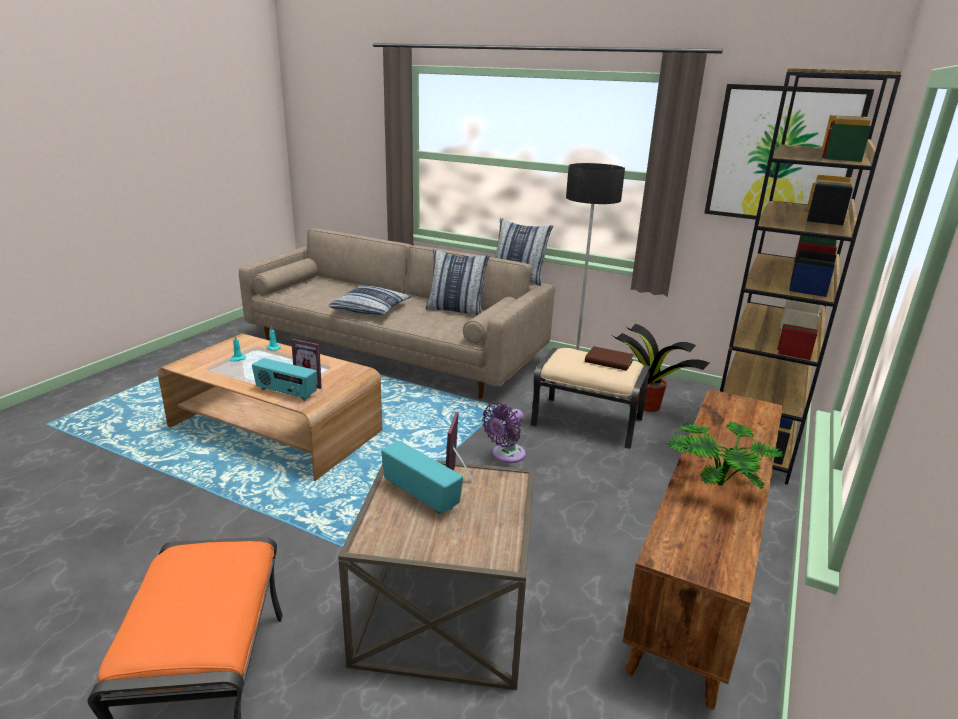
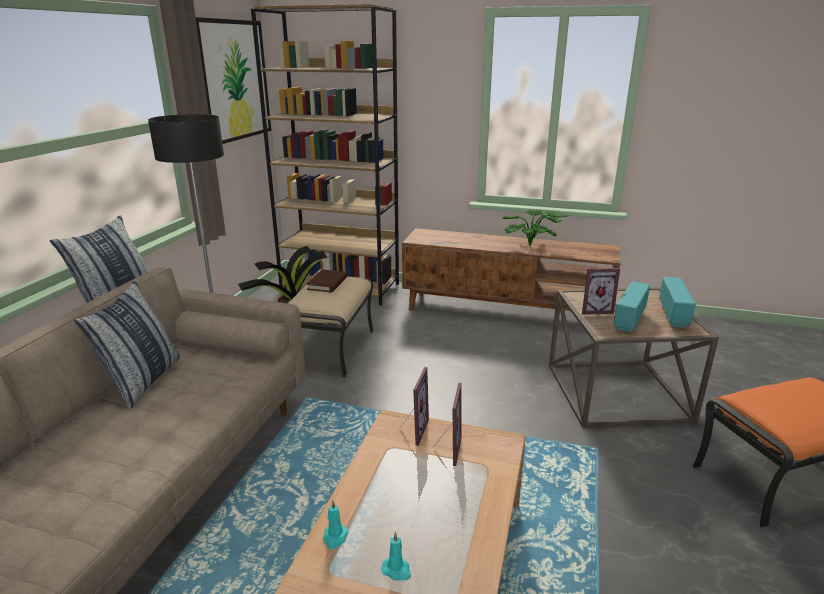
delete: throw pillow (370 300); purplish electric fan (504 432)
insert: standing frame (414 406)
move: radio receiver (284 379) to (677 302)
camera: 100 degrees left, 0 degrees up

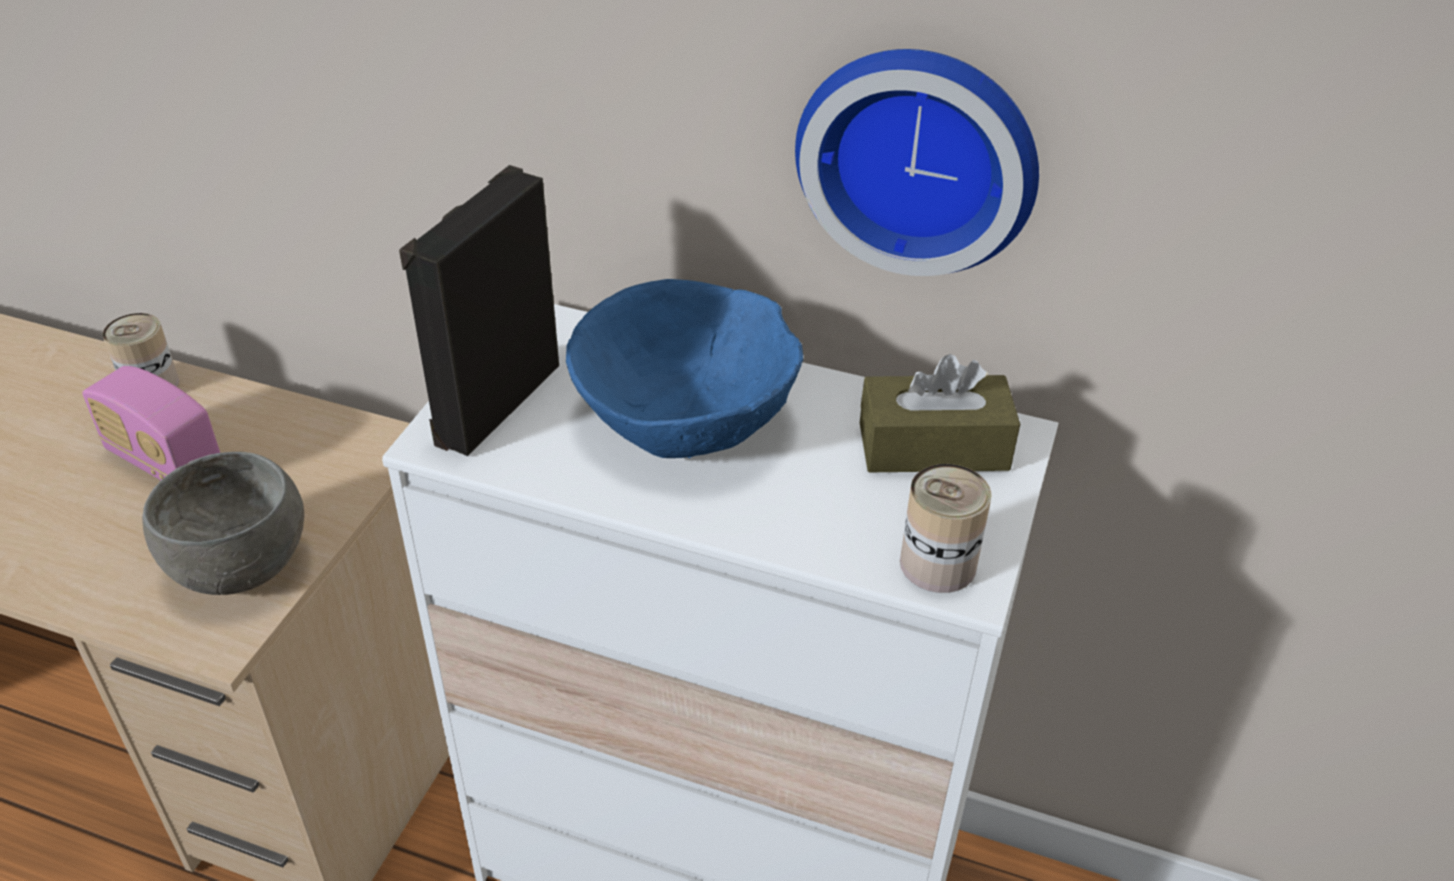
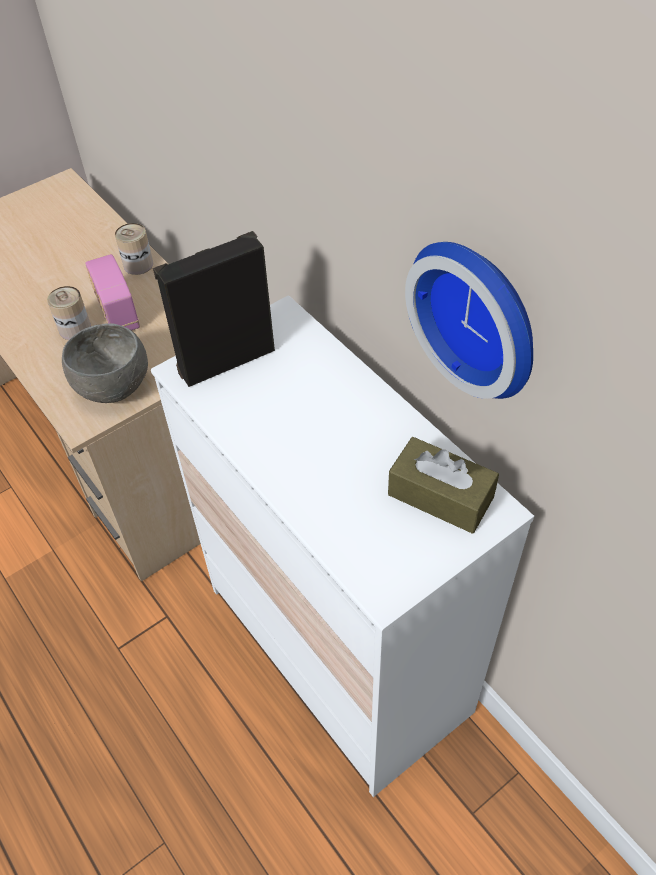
delete: blue deep dish (684 368)
move: can (946 528) to (69 313)
camera: 35 degrees right, 10 degrees up

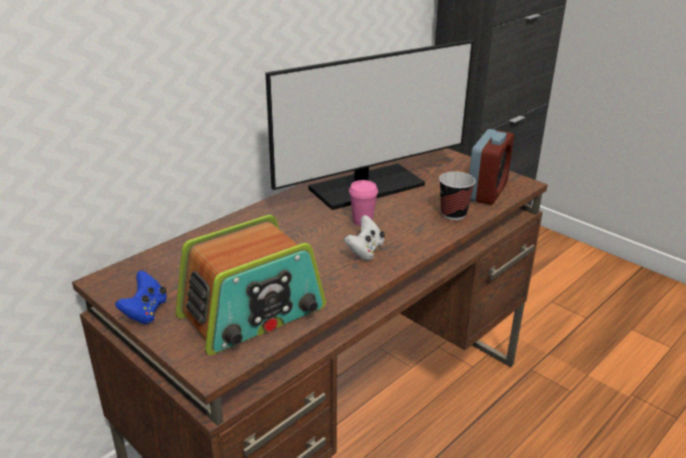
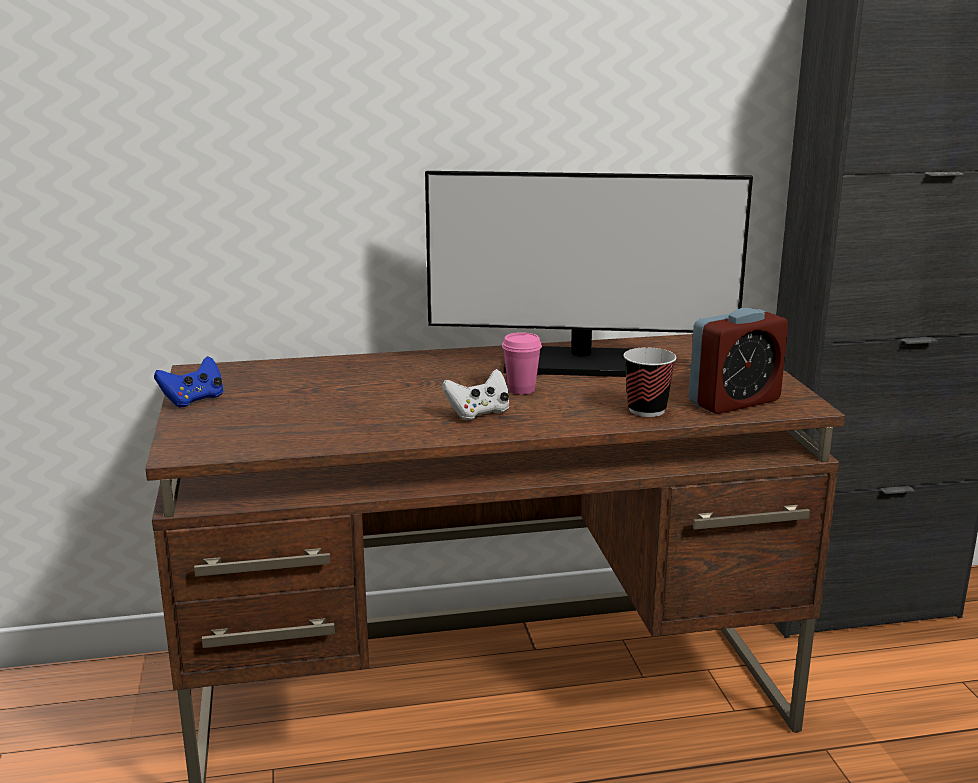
delete: radio receiver (250 285)
camera: 35 degrees right, 10 degrees down

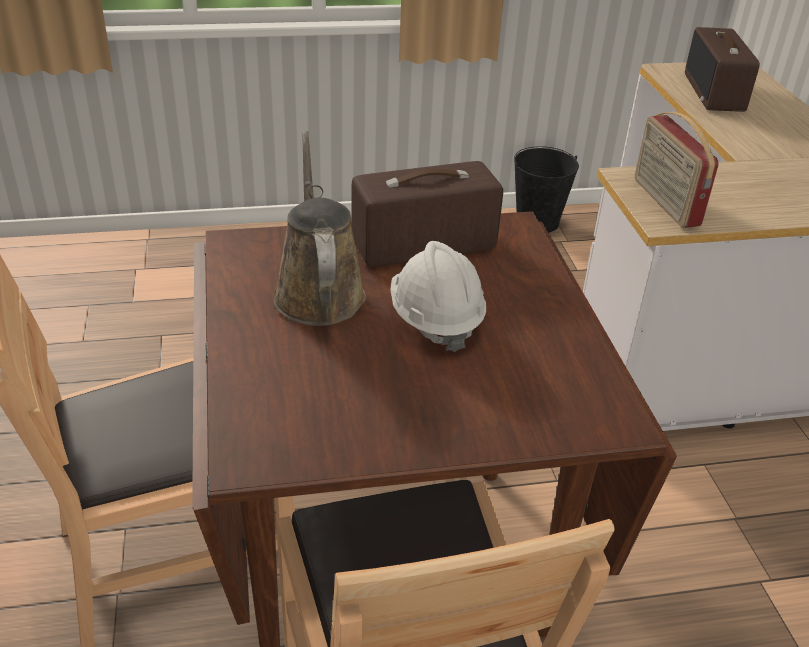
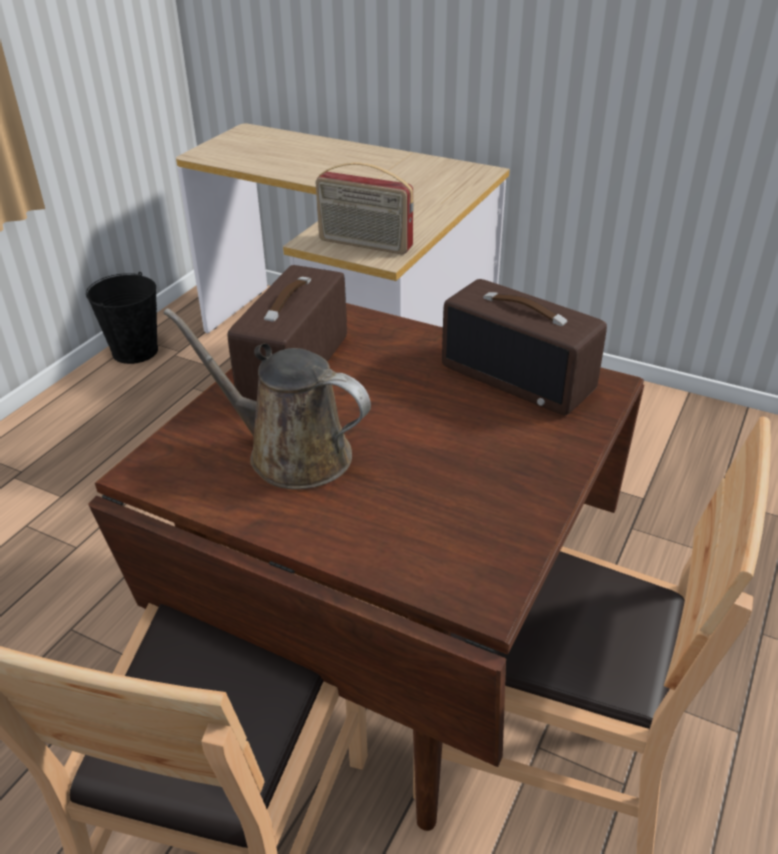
delete: whitish work helmet (438 296)
move: radio receiver (722 69) to (524 347)
camera: 50 degrees left, 0 degrees up

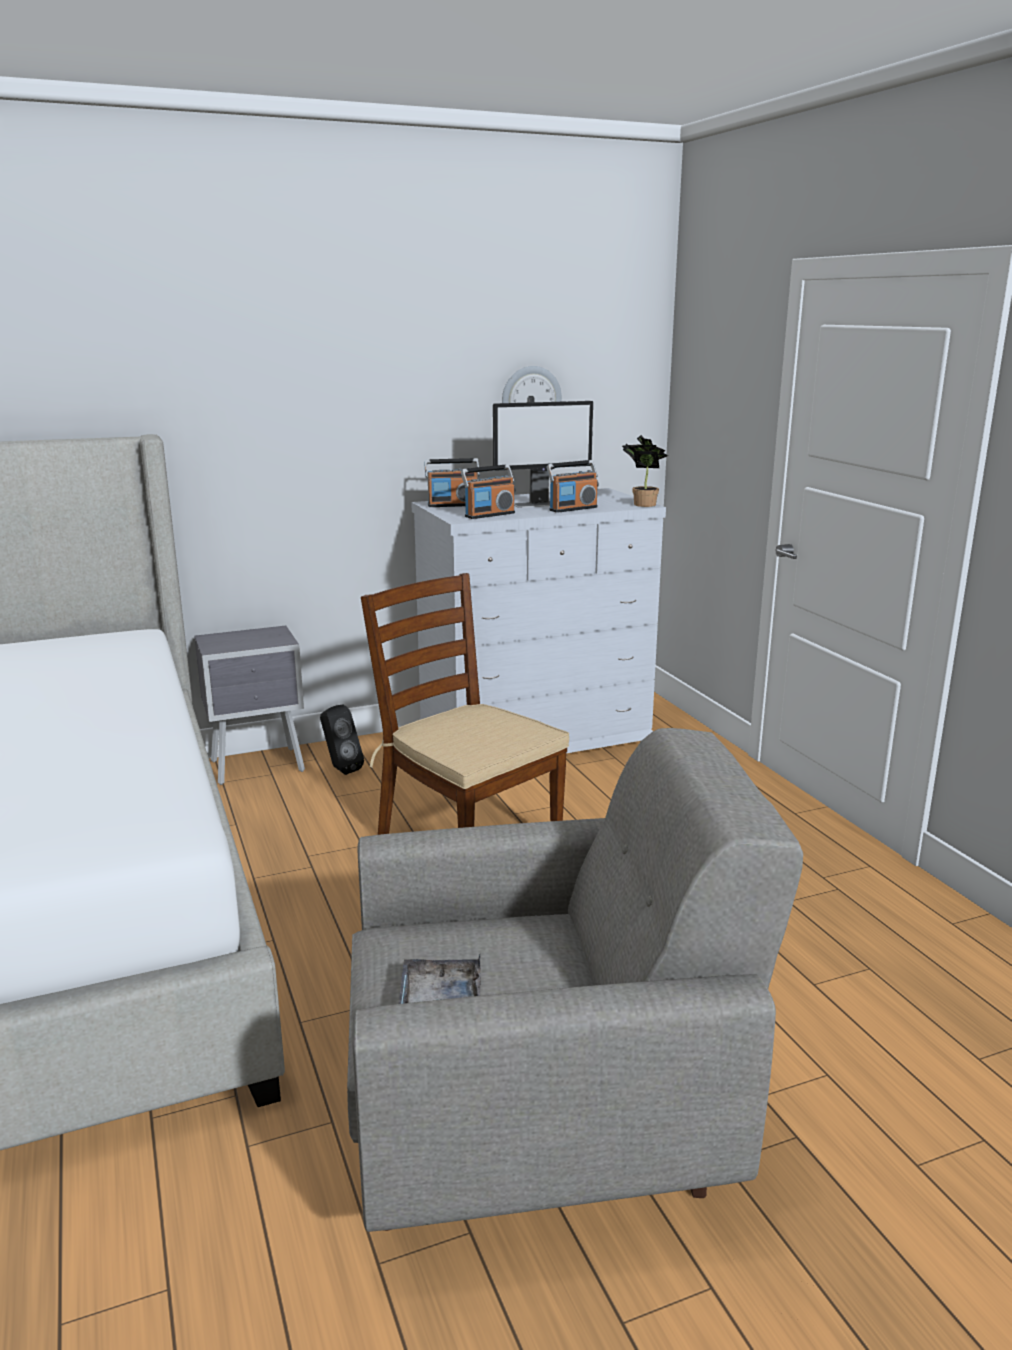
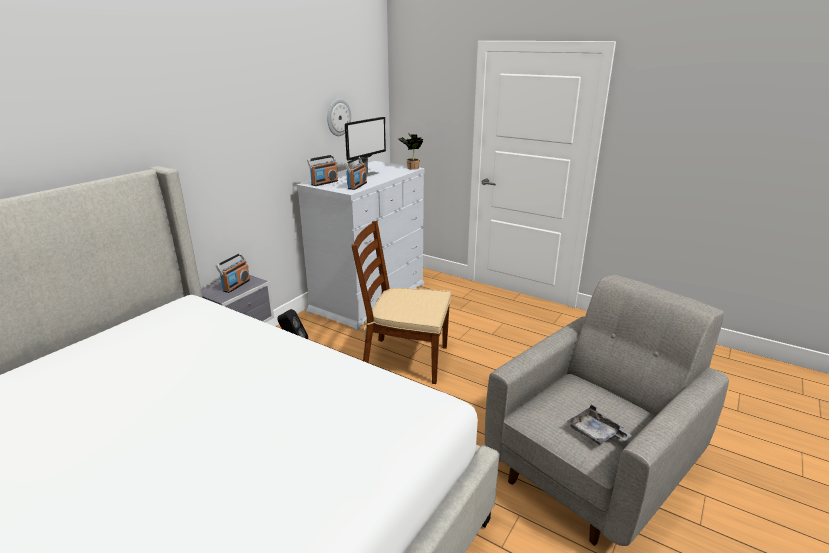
move: radio receiver (572 486) to (233 273)
camera: 35 degrees left, 5 degrees up

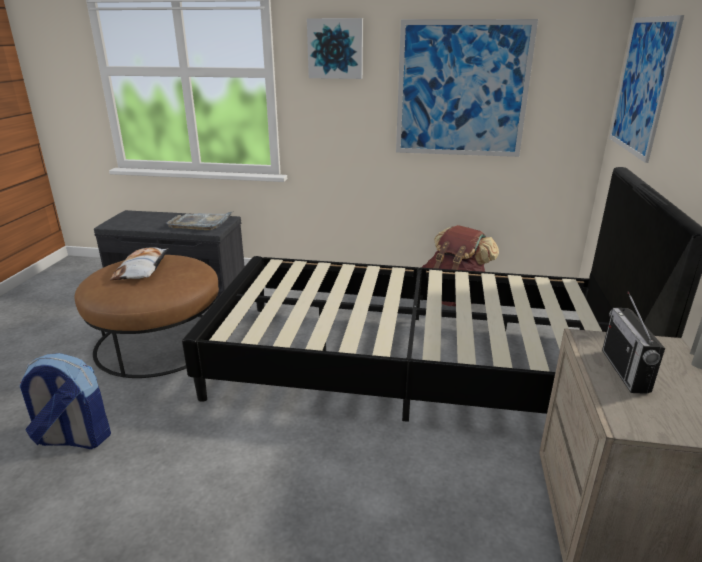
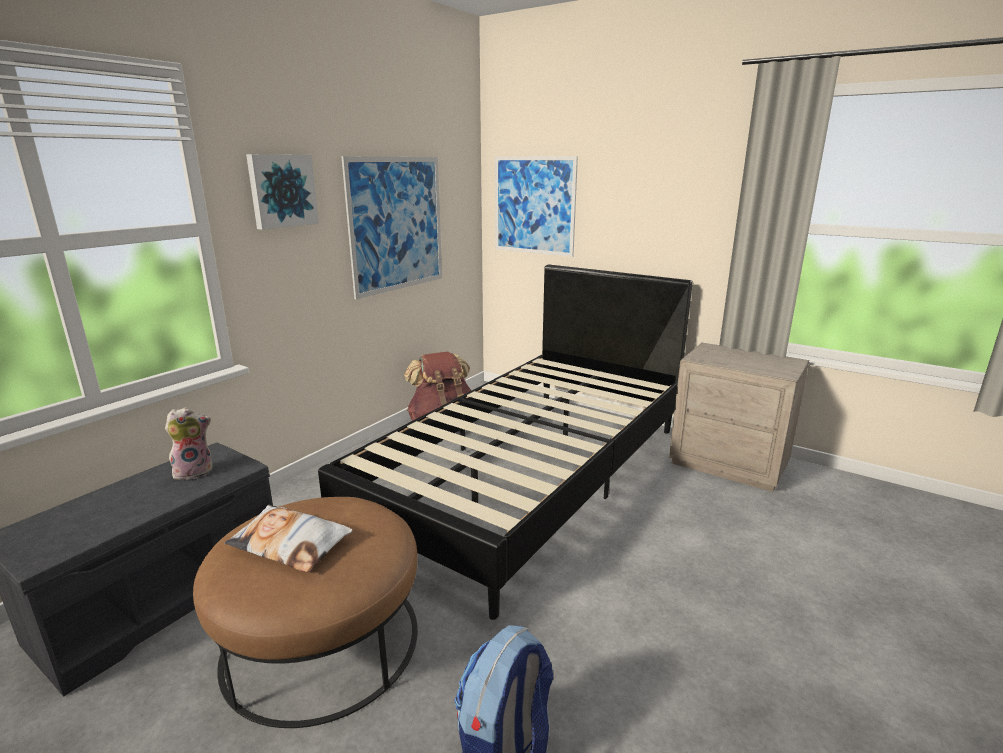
delete: radio receiver (633 343)
replace: gray serving tray (200 220) to soft toy (188 443)
camera: 65 degrees left, 5 degrees down

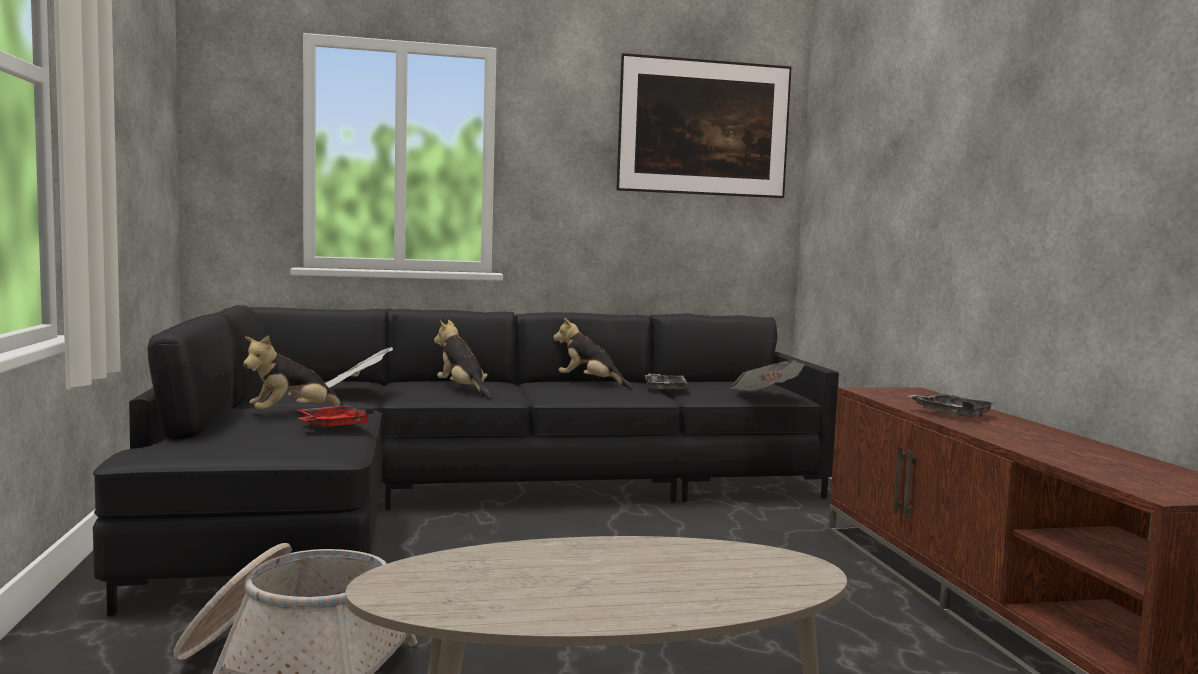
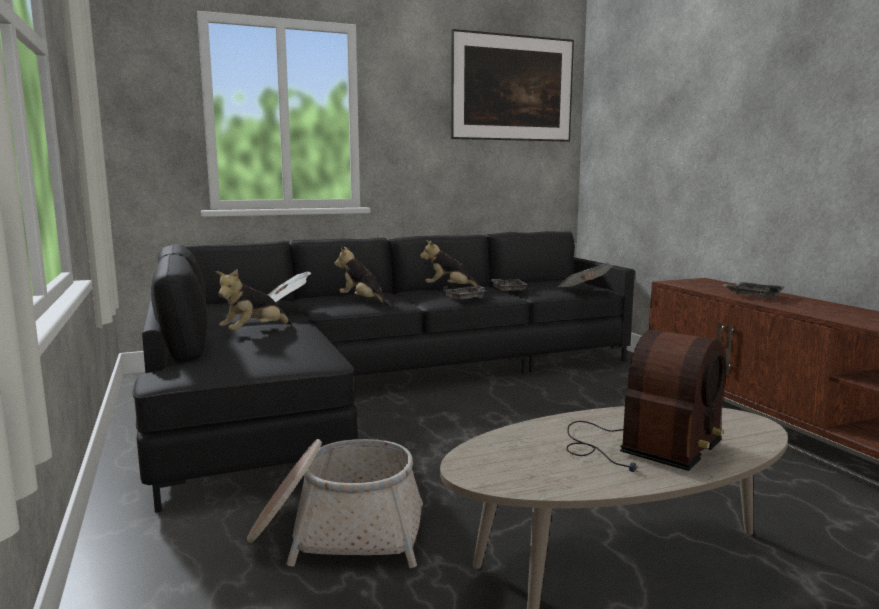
delete: red-coloured serving tray (335 416)
insert: gray serving tray (464 292); radio receiver (646 400)
camera: 10 degrees left, 5 degrees up

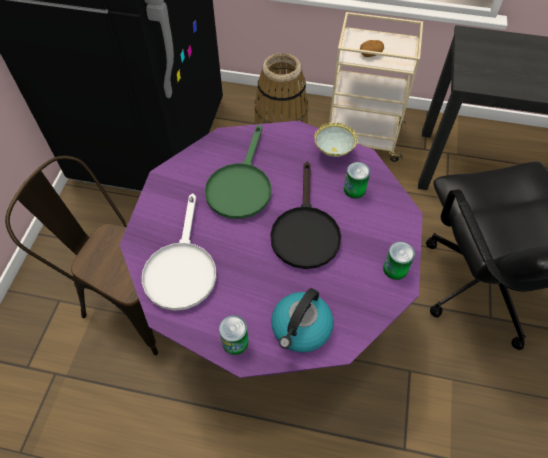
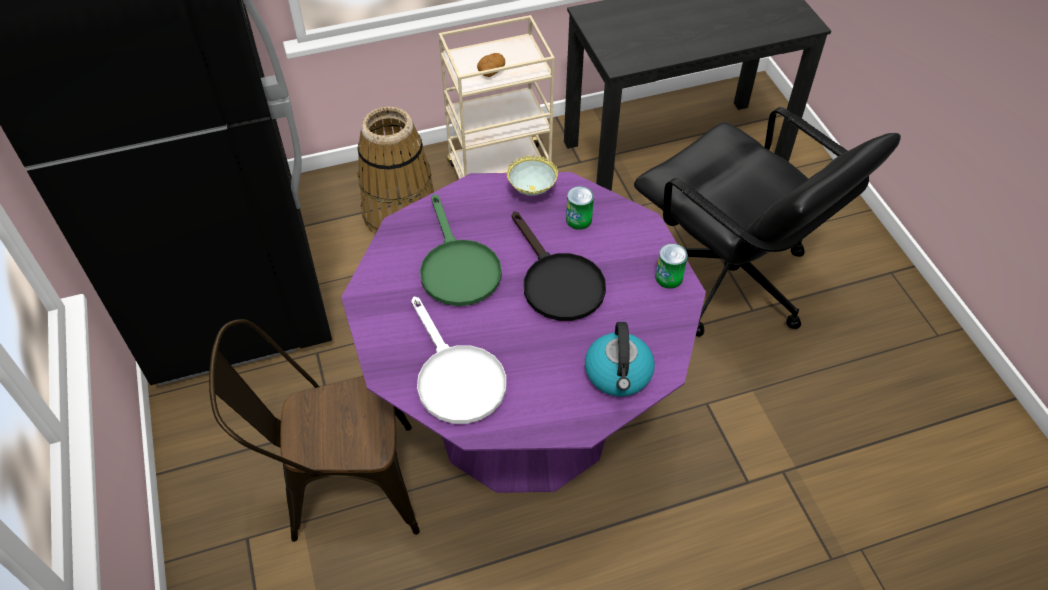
delete: can (233 335)
camera: 30 degrees left, 5 degrees down

